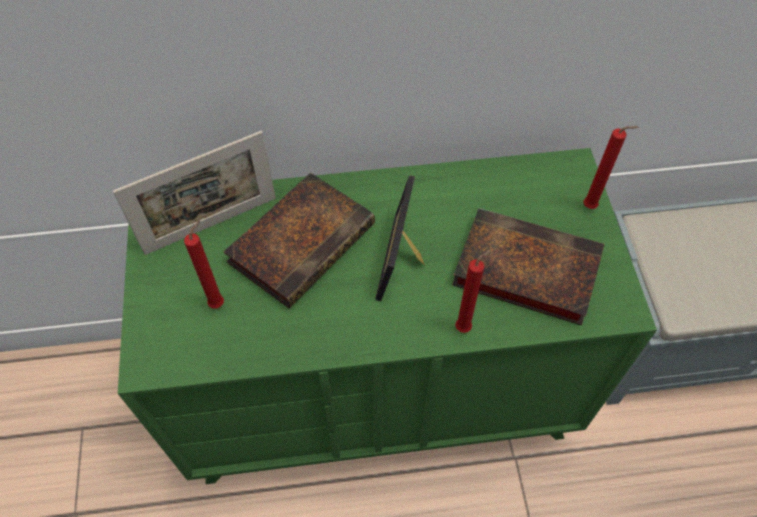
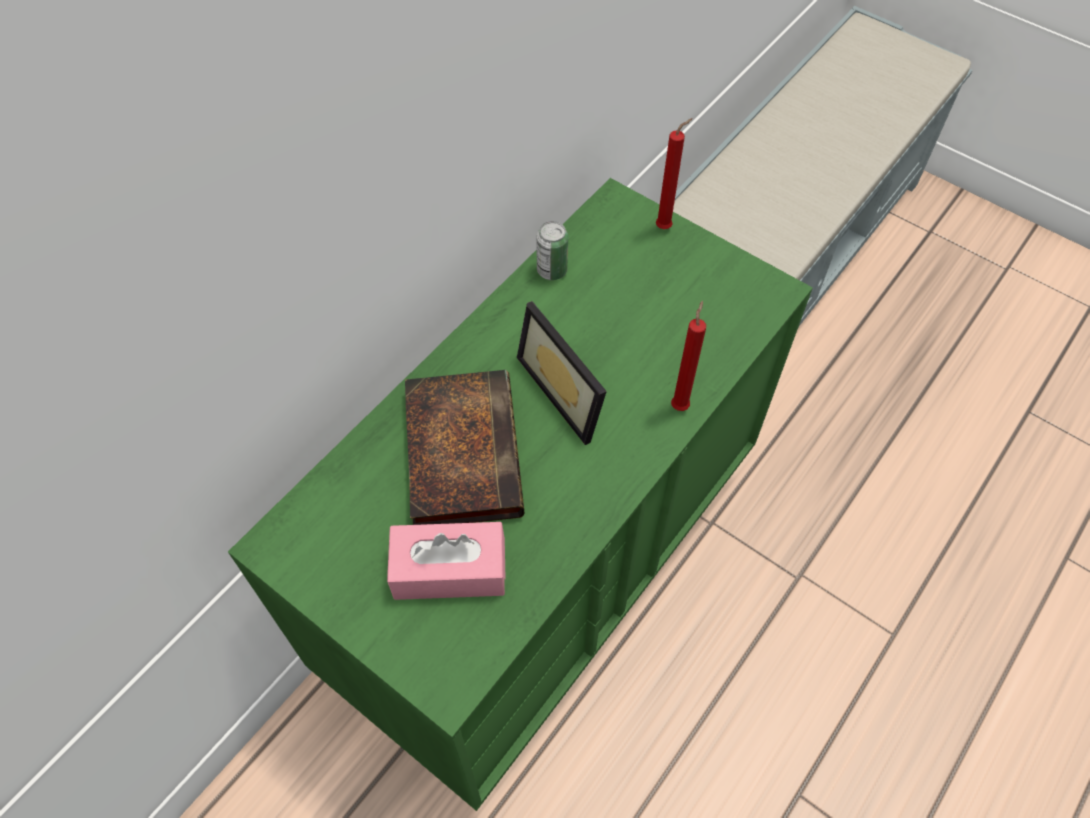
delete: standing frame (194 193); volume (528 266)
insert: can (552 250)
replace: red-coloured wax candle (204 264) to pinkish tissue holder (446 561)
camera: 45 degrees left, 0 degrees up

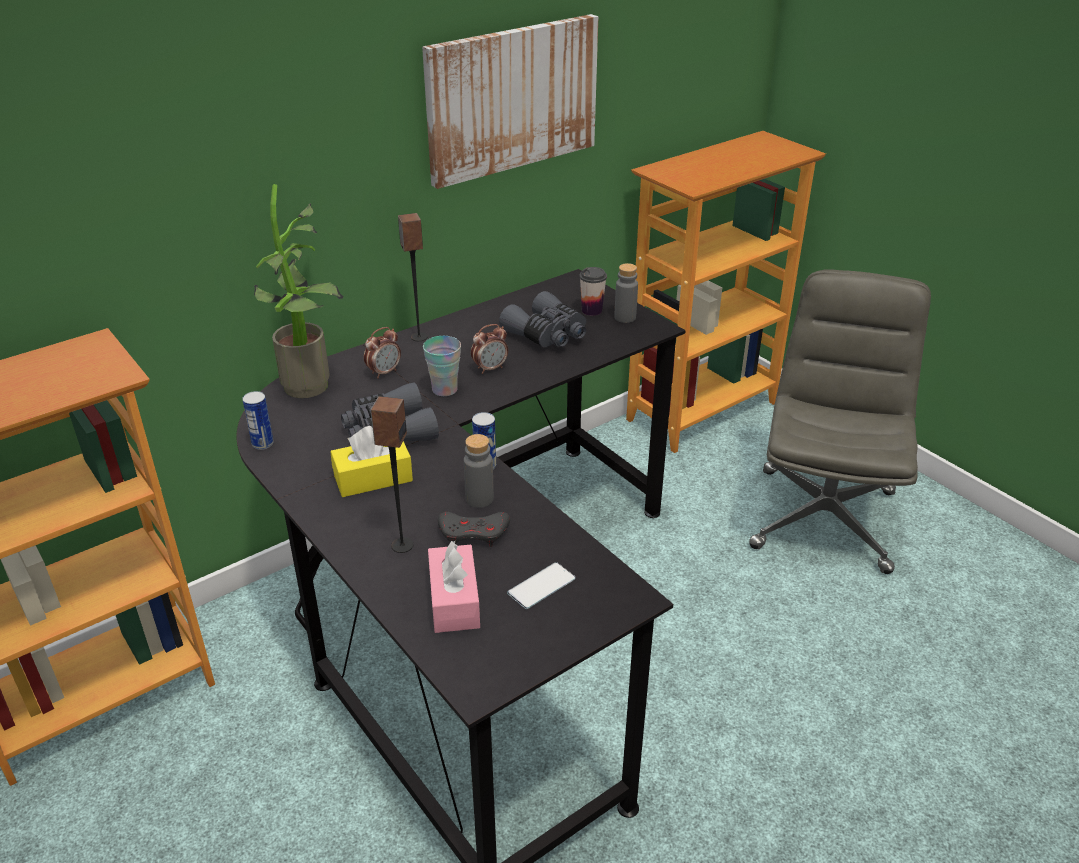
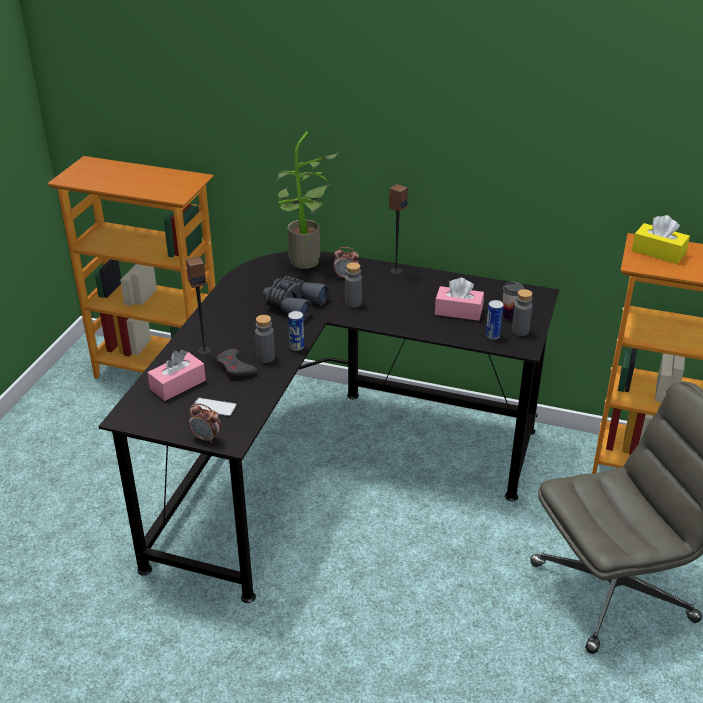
delete: wall art (510 101)
move: can (258 420) to (495 320); yellow-coloured tissue holder (371 461) to (661 239); table clock (489 349) to (204 423)
replace: cup (442 366) to gray bottle (353 285); gray field glasses (542 319) to pinkish tissue holder (459 299)
camera: 55 degrees right, 0 degrees up

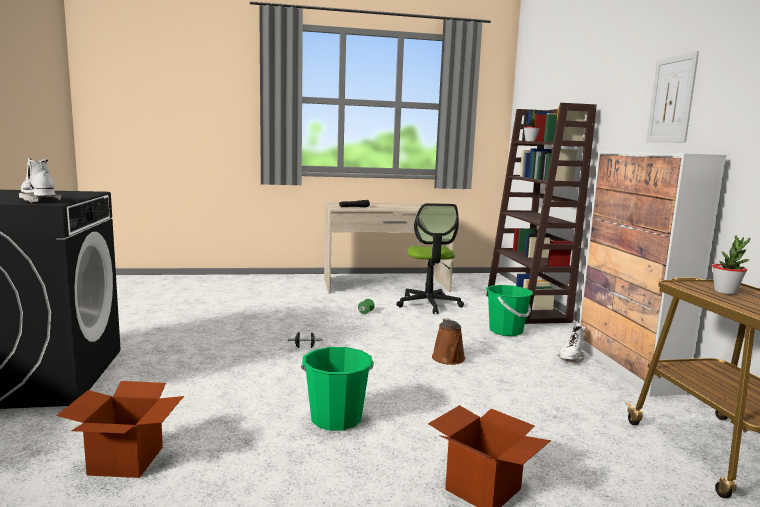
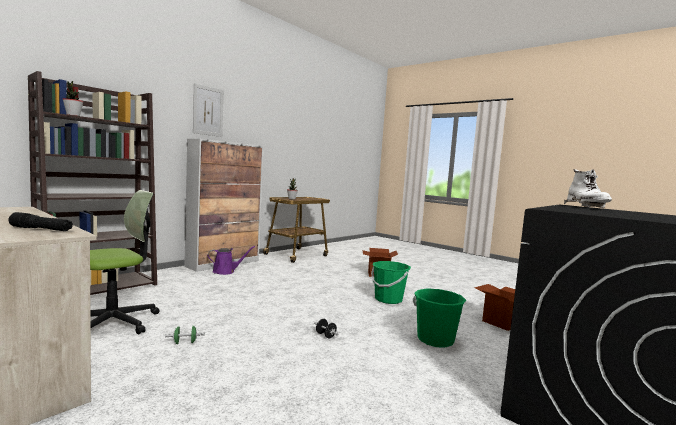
delete: brown watering can (449 341)
move: greenish water bucket (509 310) to (439 318)
replace: whitish tall boot (571 343) to purplish watering can (231 260)
camera: 130 degrees left, 5 degrees down

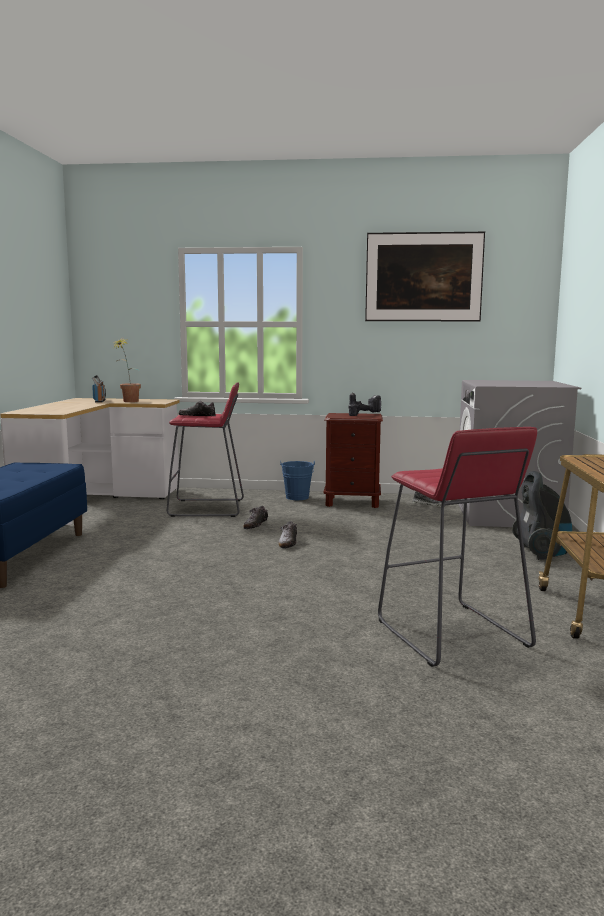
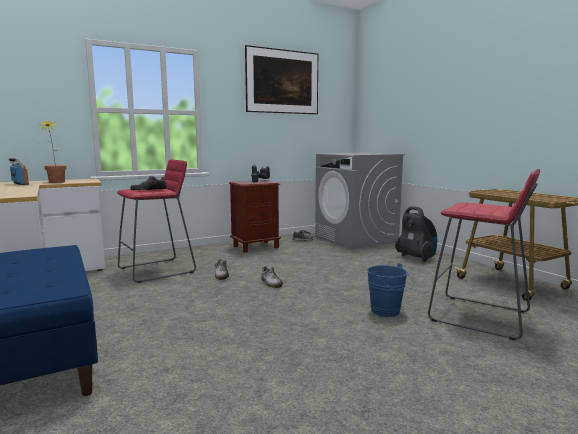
move: blue water bucket (297 480) to (390 290)
camera: 35 degrees left, 0 degrees up

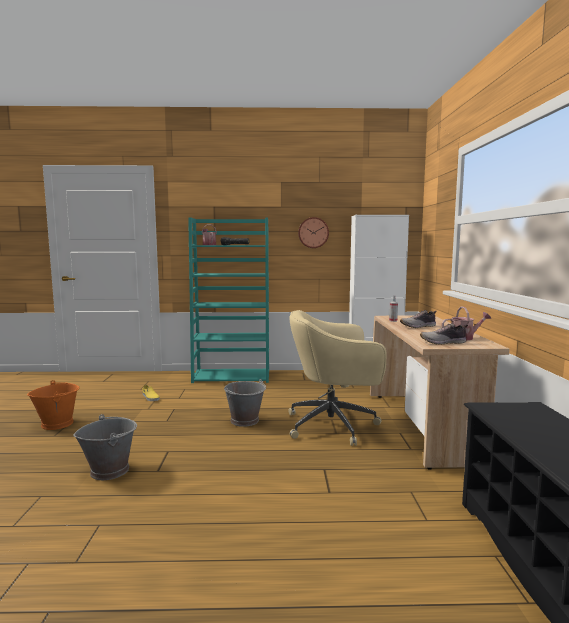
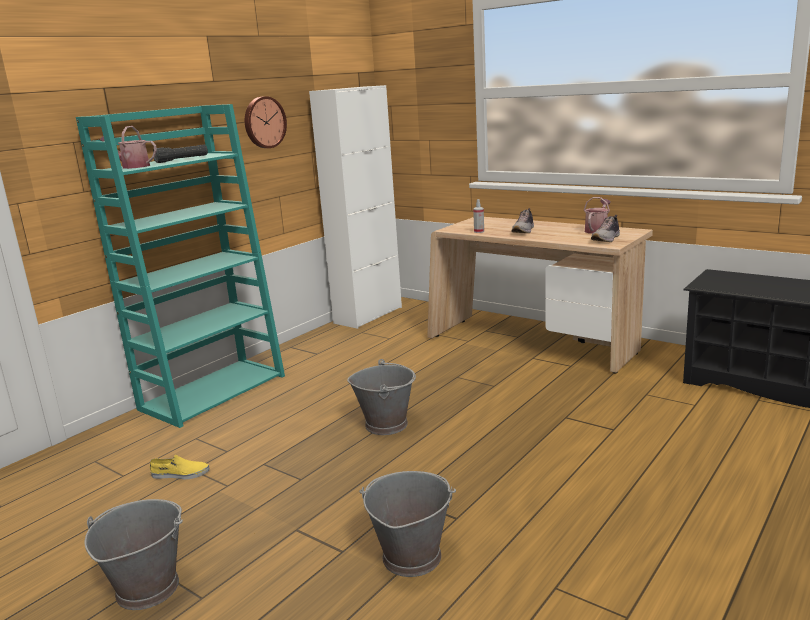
delete: beige desk chair (337 378)
recolor: orange water bucket (53 405) to gray water bucket (133 554)
camera: 50 degrees left, 10 degrees up

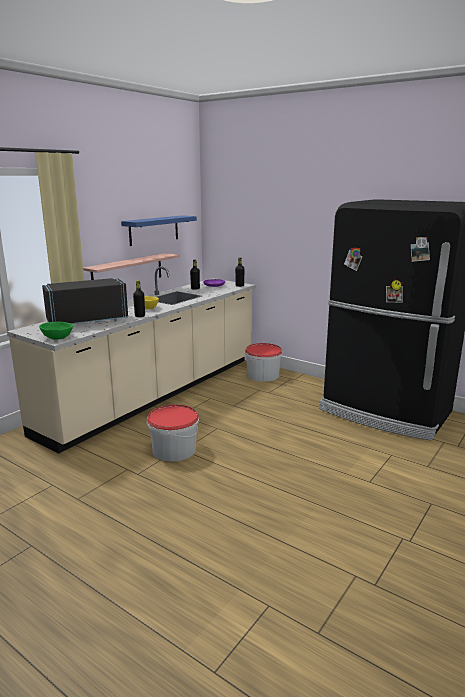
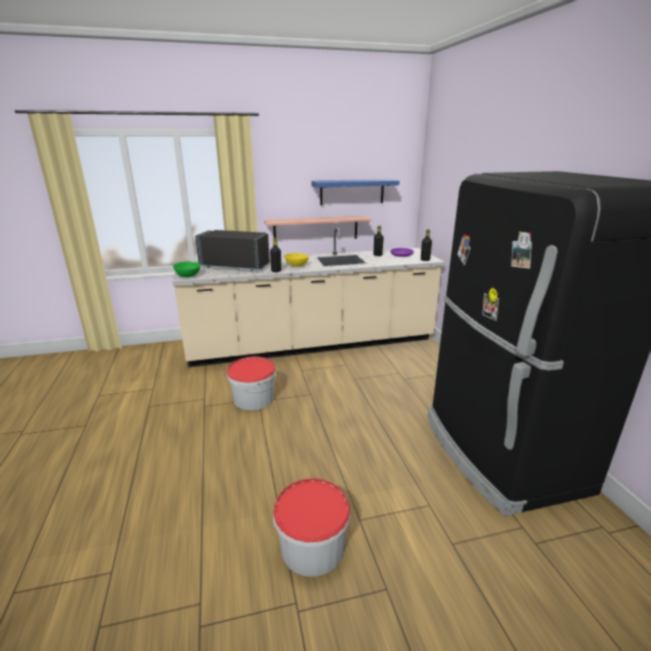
move: water bucket (264 362) to (311 527)
camera: 40 degrees right, 5 degrees up

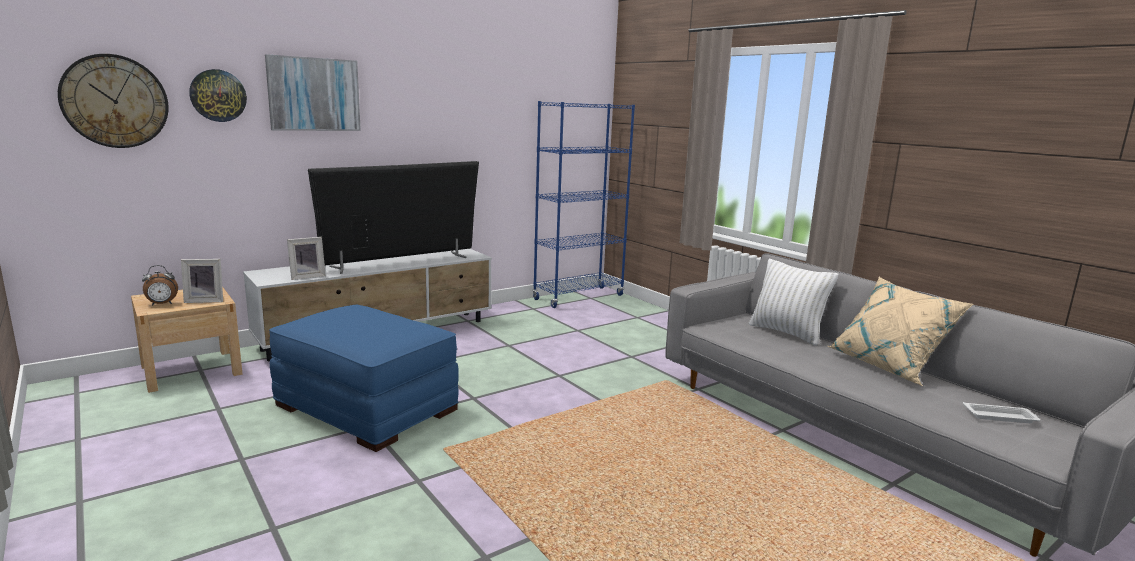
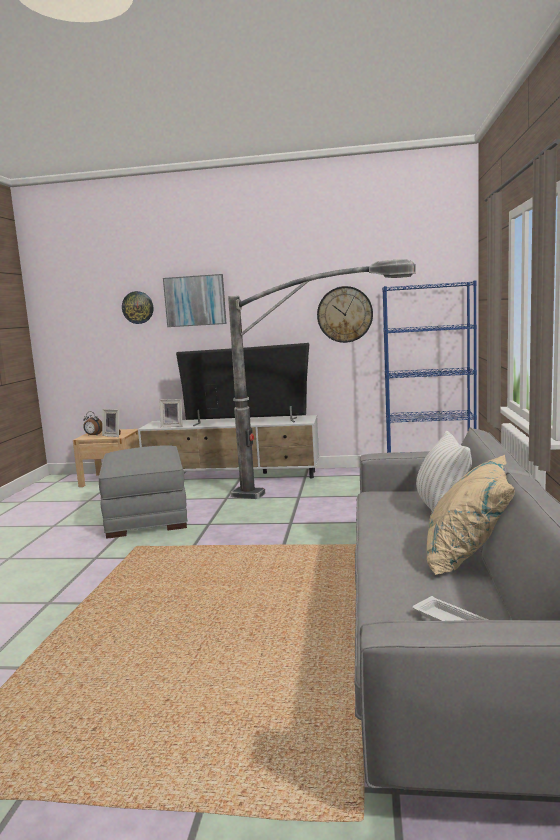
insert: standing lamp (322 379)
move: wall clock (113 101) to (345 314)
recolor: blue ottoman (364 378) to gray ottoman (143 492)
camera: 45 degrees right, 5 degrees down

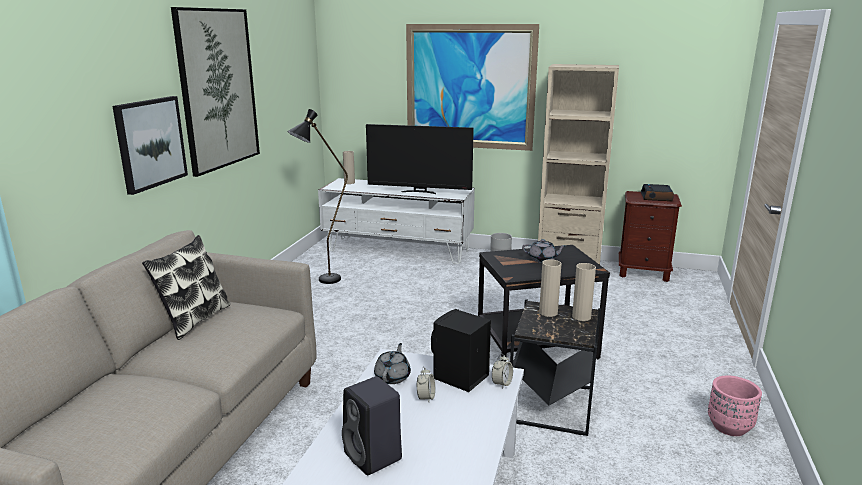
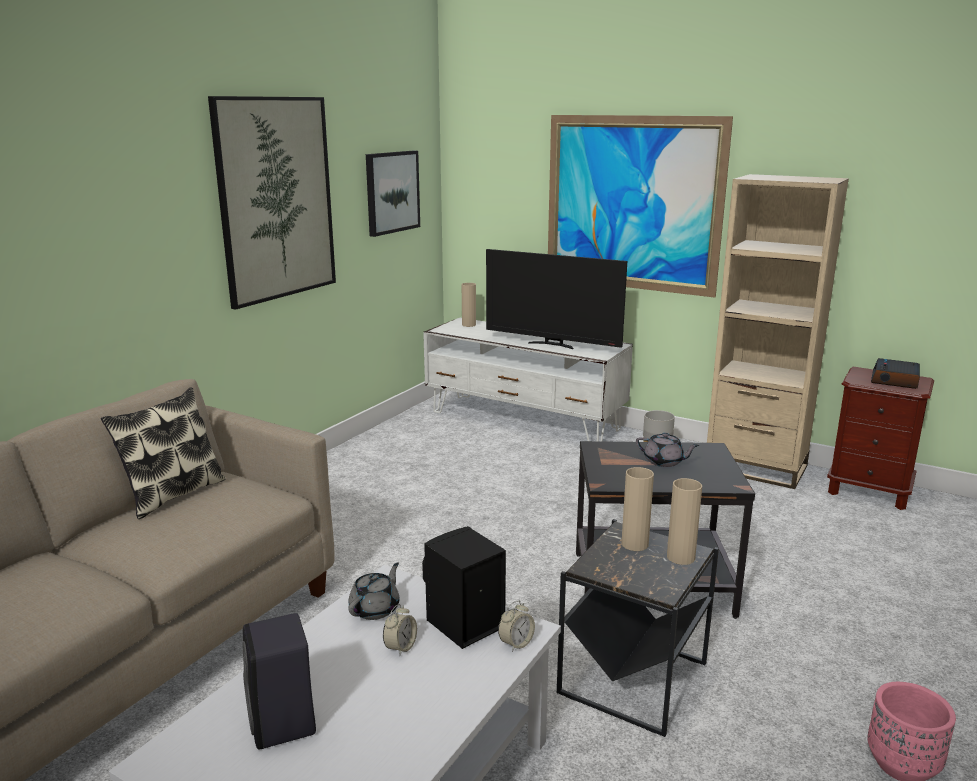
delete: black-coloured standing lamp (317 196)
move: wall art (150 145) to (393 194)
camera: 15 degrees right, 0 degrees up

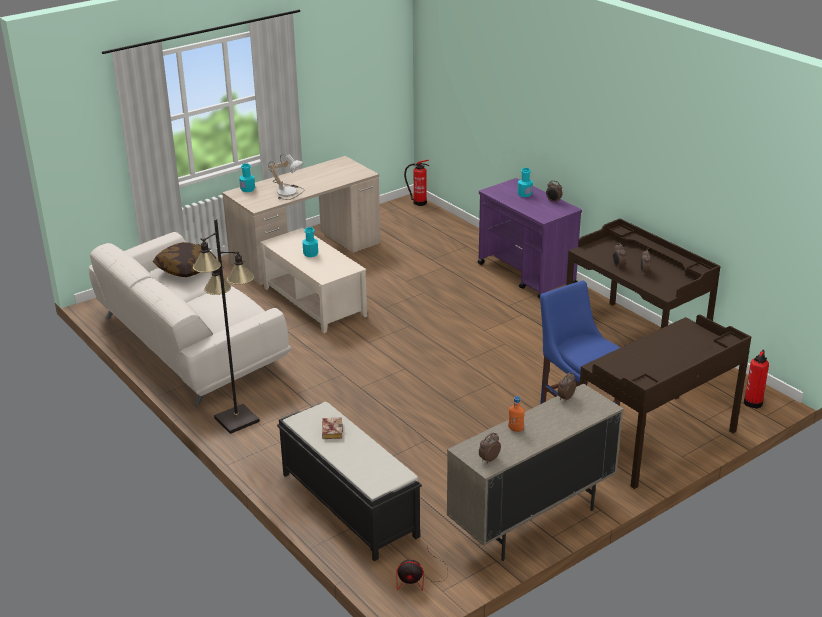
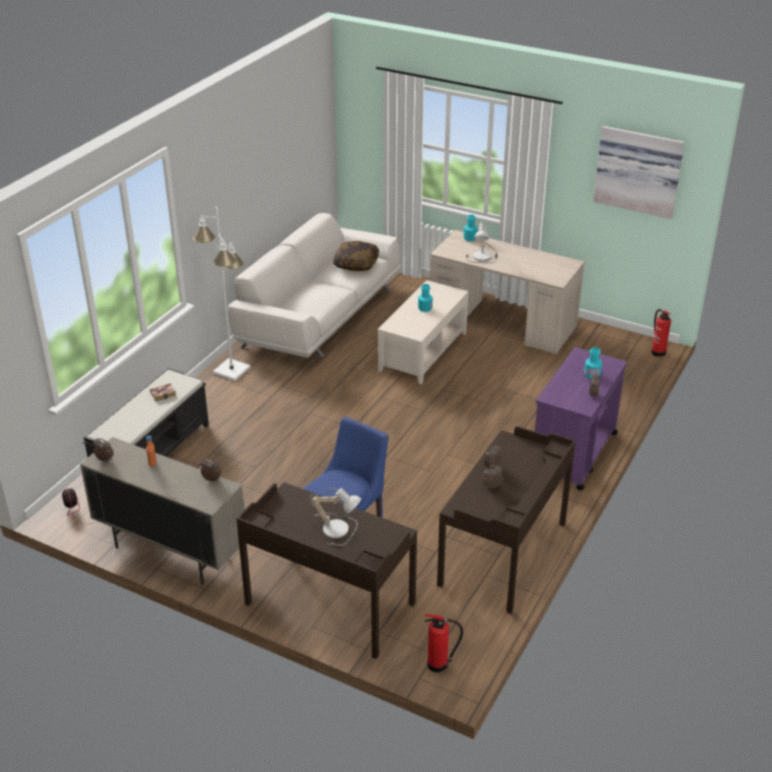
insert: table lamp (335 517); wall art (639 172)
recolor: black-coloured standing lamp (226 326) to whitish standing lamp (222 294)
camera: 65 degrees right, 5 degrees up

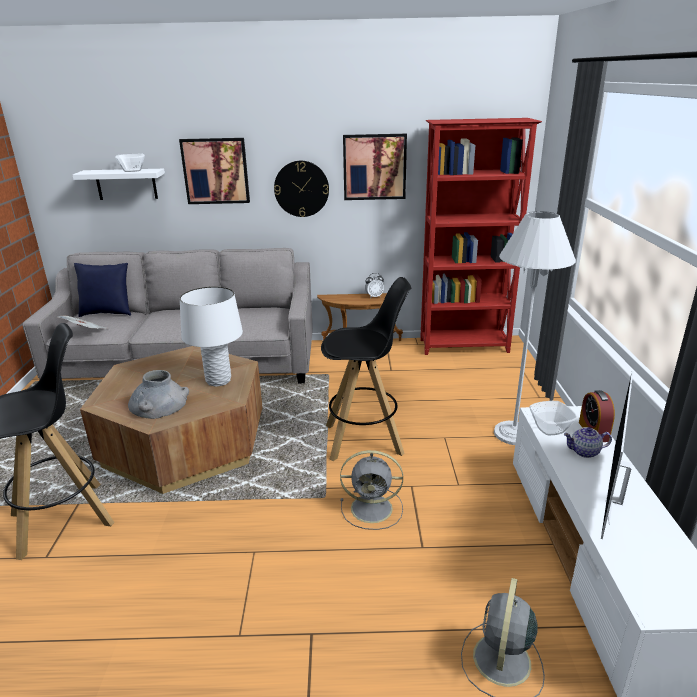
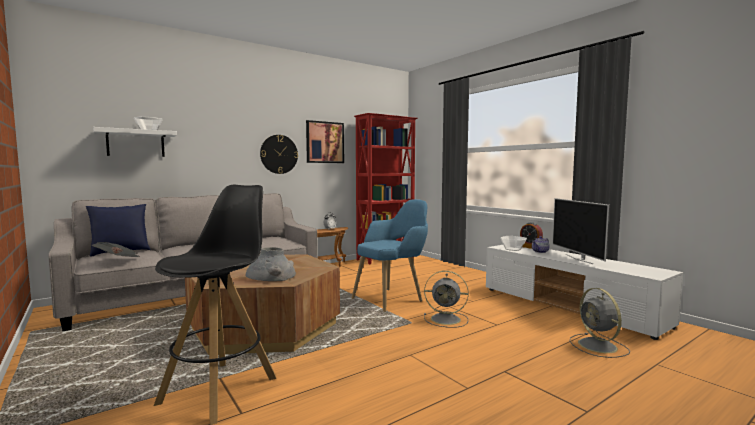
delete: wall art (214 171); whitish table lamp (211 336); whitish standing lamp (535 328)
replace: black-coloured stool seat (366 369) to blue lounge chair (389 255)
rotate: gray electric fan (371 490) = (446 299) 45 degrees clockwise
camera: 35 degrees left, 20 degrees down

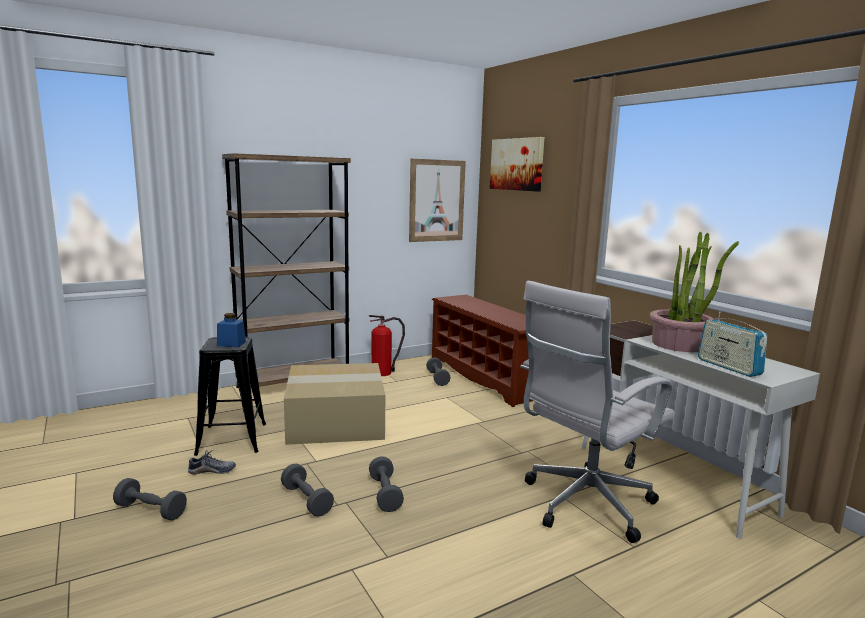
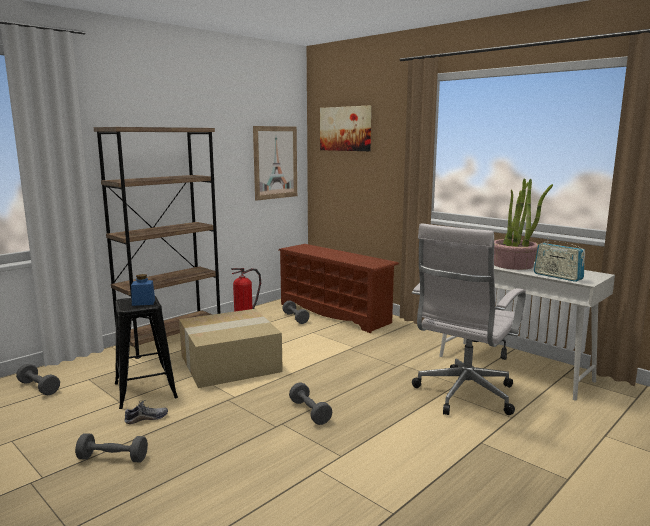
move: gray hand weight (307 490) to (38 379)
camera: 15 degrees left, 0 degrees up

